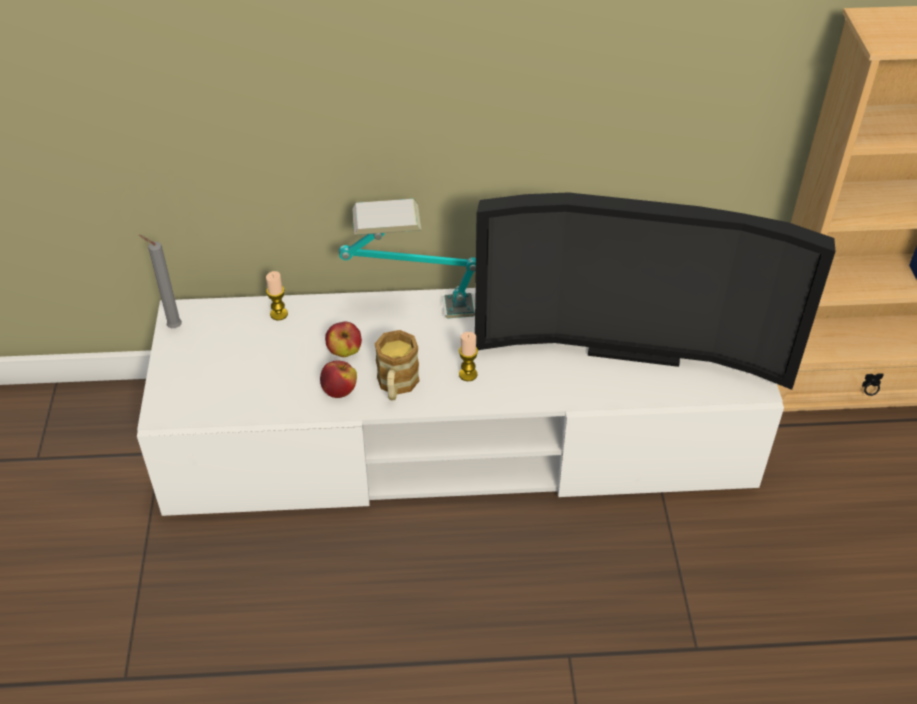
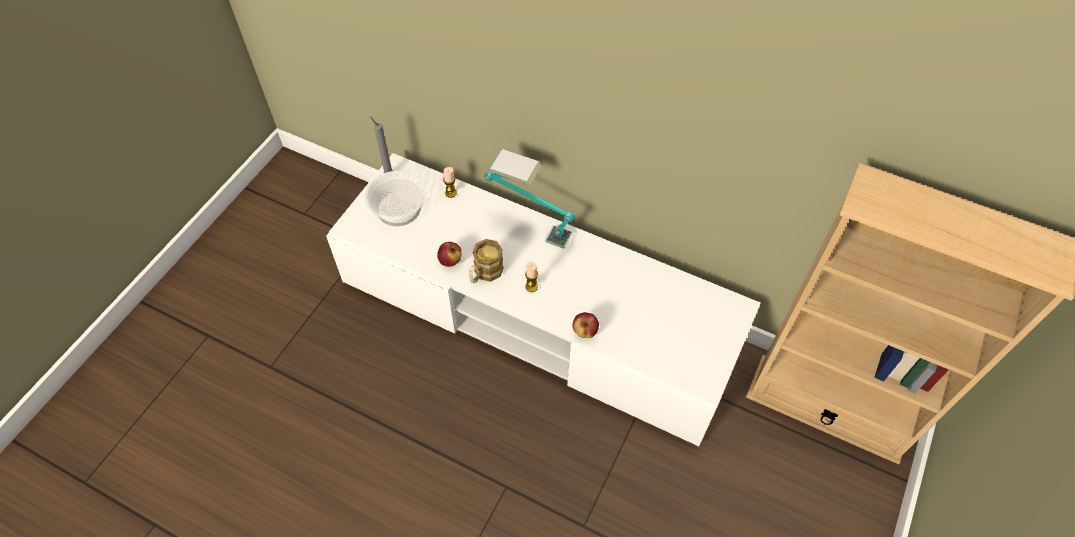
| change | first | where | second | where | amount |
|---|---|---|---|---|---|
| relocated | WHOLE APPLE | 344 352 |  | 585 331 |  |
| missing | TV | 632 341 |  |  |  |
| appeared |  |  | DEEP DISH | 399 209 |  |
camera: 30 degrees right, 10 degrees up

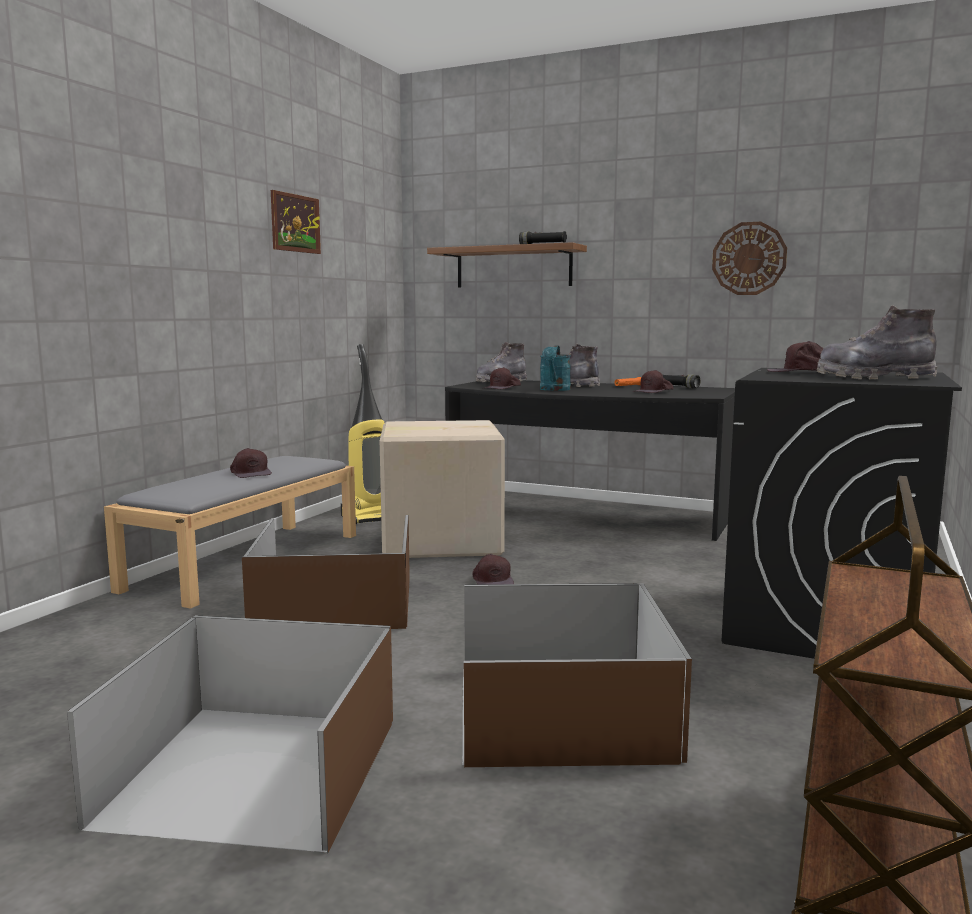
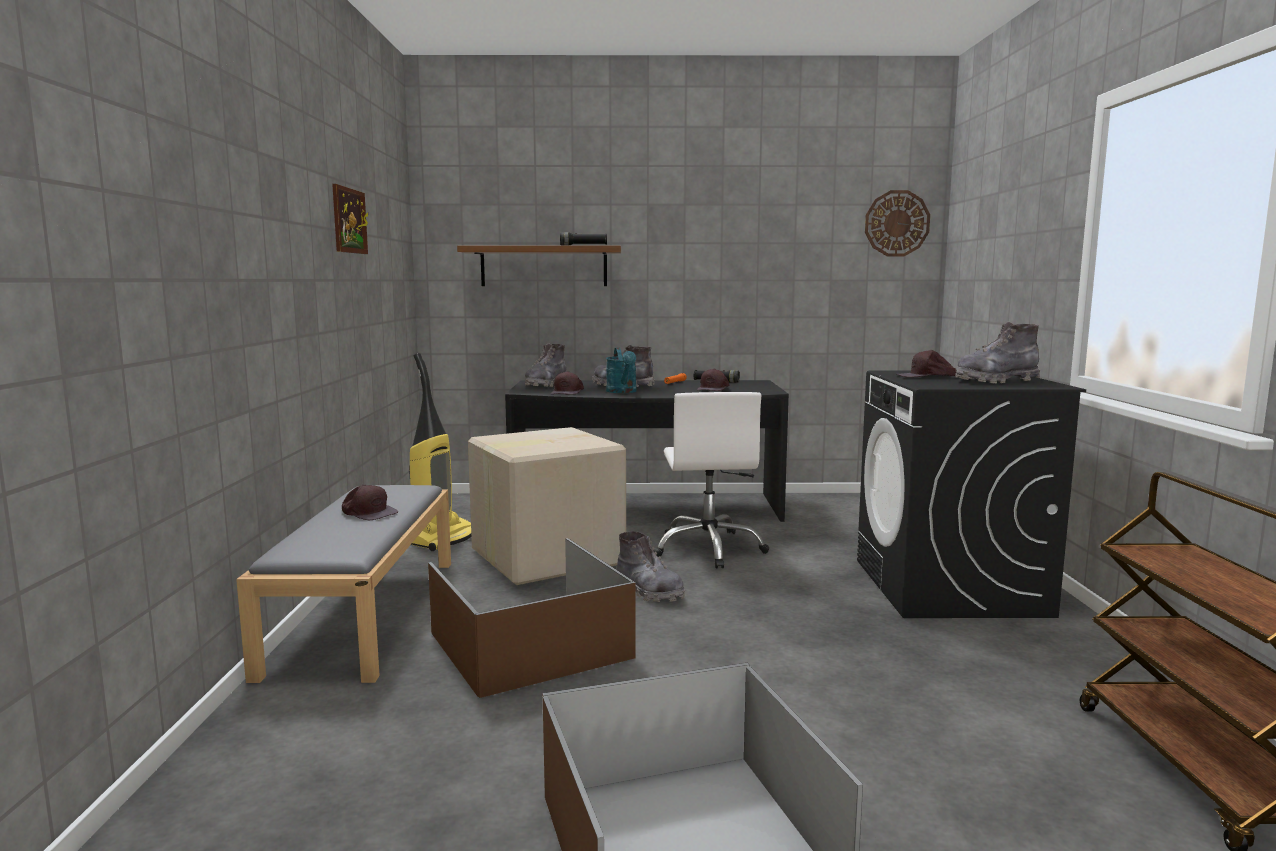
| change | first | where | second | where | amount |
|---|---|---|---|---|---|
| missing | BROWNISH STORAGE BIN | 561 709 |  |  |  |
| exchanged | BROWNISH PEAKED CAP | 493 580 | GREY TALL BOOT | 649 591 |  |
| relocated | CLOCK ON THE WALL | 749 258 |  | 897 223 |  |
| appeared |  |  | WHITE-COLOURED COMPUTER CHAIR | 709 548 |  |
camera: 25 degrees left, 0 degrees up

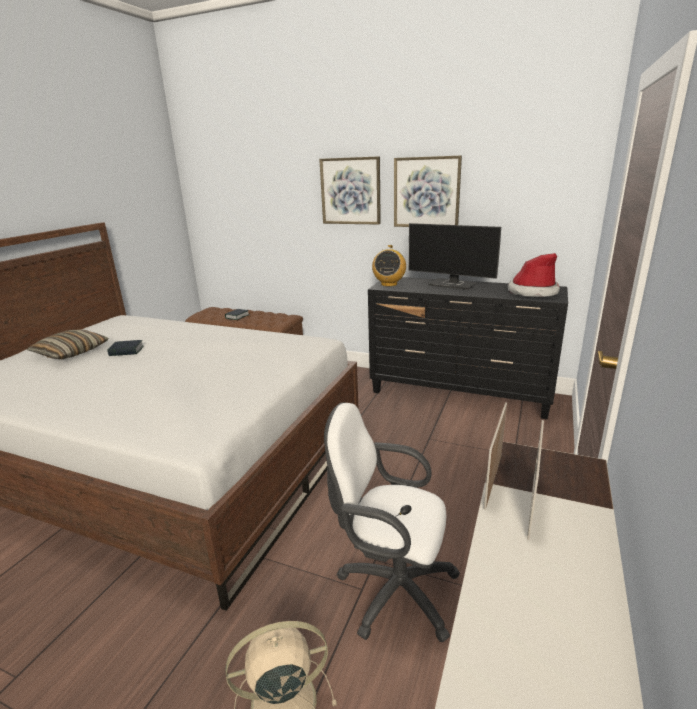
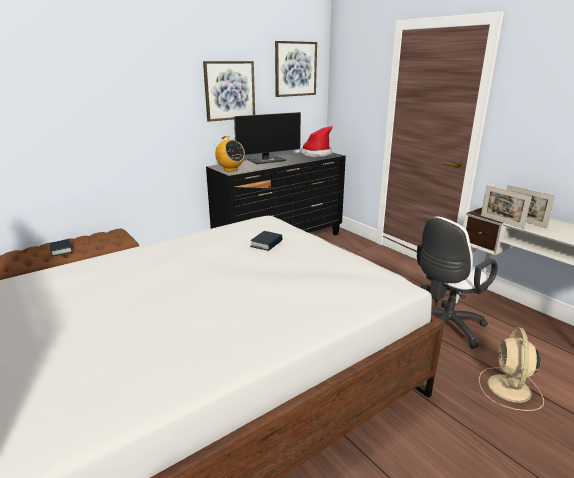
| change | first | where | second | where | amount |
|---|---|---|---|---|---|
| missing | PILLOW | 71 352 |  |  |  |
| relocated | BOOK | 126 351 |  | 266 244 |  |
| relocated | WALL ART | 350 191 |  | 295 69 |  |
camera: 60 degrees left, 0 degrees up

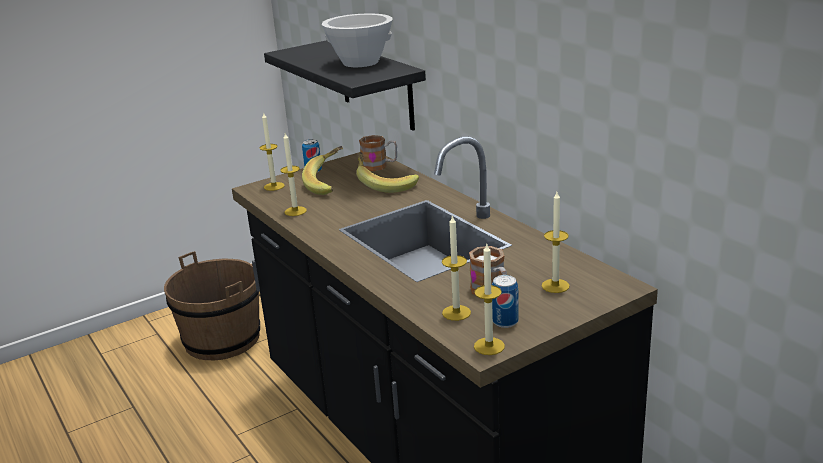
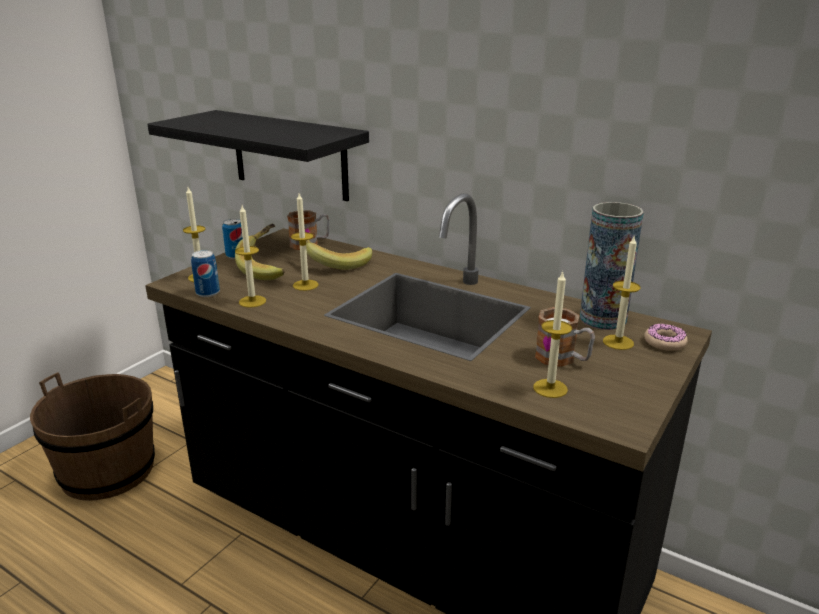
| change | first | where | second | where | amount |
|---|---|---|---|---|---|
| missing | WHITE-COLOURED DEEP DISH | 361 63 |  |  |  |
| relocated | WAX LIGHT | 489 346 |  | 305 285 |  |
| relocated | CAN | 505 321 |  | 208 293 |  |
| appeared |  |  | VASE | 603 319 |  |
| appeared |  |  | RING DOUGHNUT | 664 342 |  |
camera: 25 degrees left, 0 degrees up

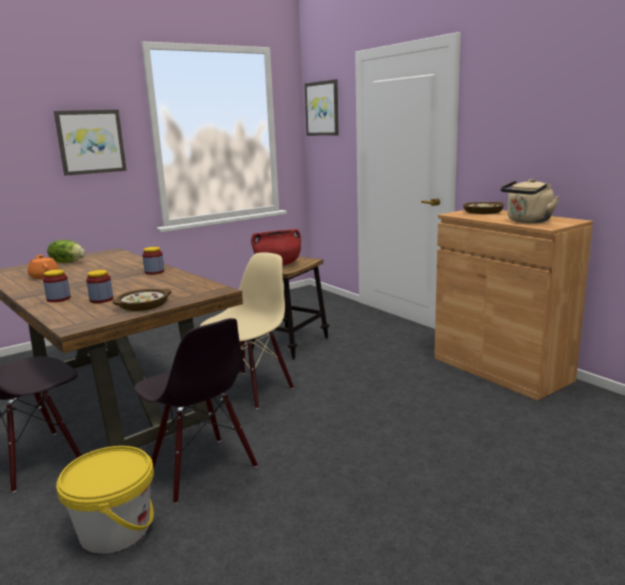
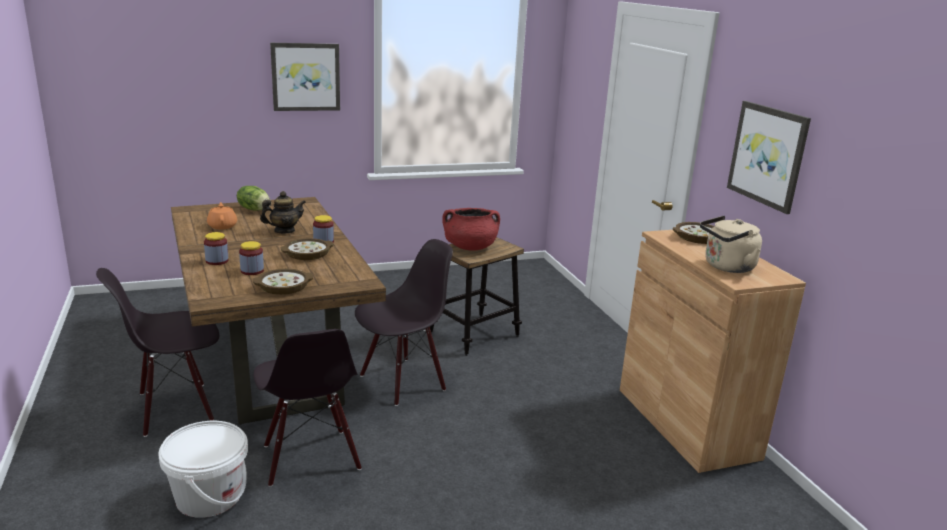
| change | first | where | second | where | amount |
|---|---|---|---|---|---|
| colour | YELLOW PAIL | 115 529 | WHITE-COLOURED PAIL | 209 496 |  |
| colour | BEIGE UPRIGHT CHAIR | 251 390 | BLACK UPRIGHT CHAIR | 402 381 |  |
| relocated | WALL ART | 322 108 |  | 768 155 |  |
| appeared |  |  | POT FOR TEA | 284 231 |  |
| appeared |  |  | DEEP DISH | 307 254 |  |
camera: 15 degrees right, 5 degrees up

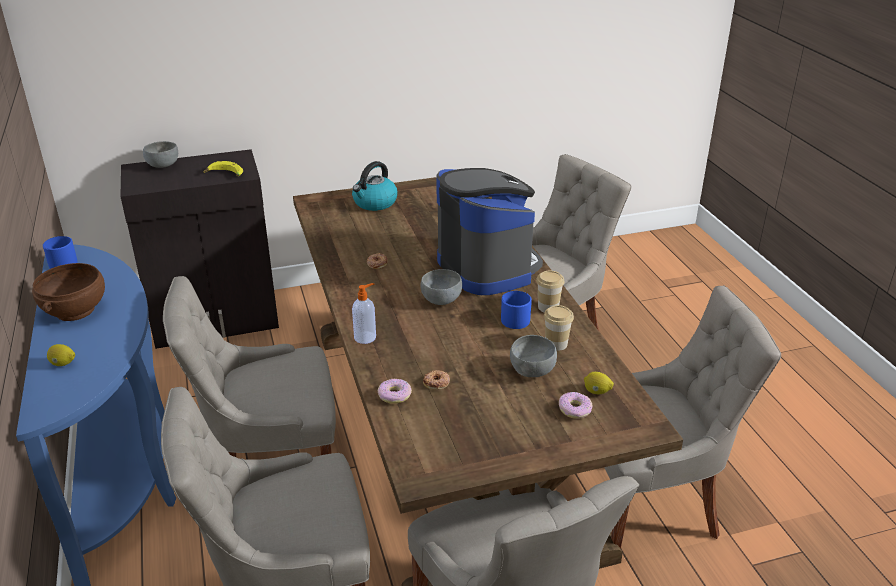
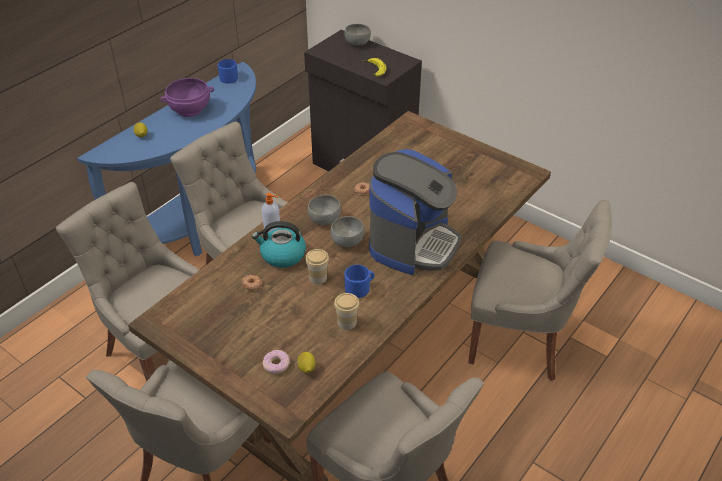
| change | first | where | second | where | amount |
|---|---|---|---|---|---|
| colour | BROWNISH DEEP DISH | 76 310 | PURPLE DEEP DISH | 190 110 |  |
| relocated | TEA KETTLE | 374 203 |  | 282 255 |  |
| missing | RING DOUGHNUT | 394 395 |  |  |  |
| relocated | GREY DEEP DISH | 532 371 |  | 324 220 |  |
| relocated | CUP | 548 307 |  | 318 277 |  |
camera: 55 degrees right, 10 degrees up

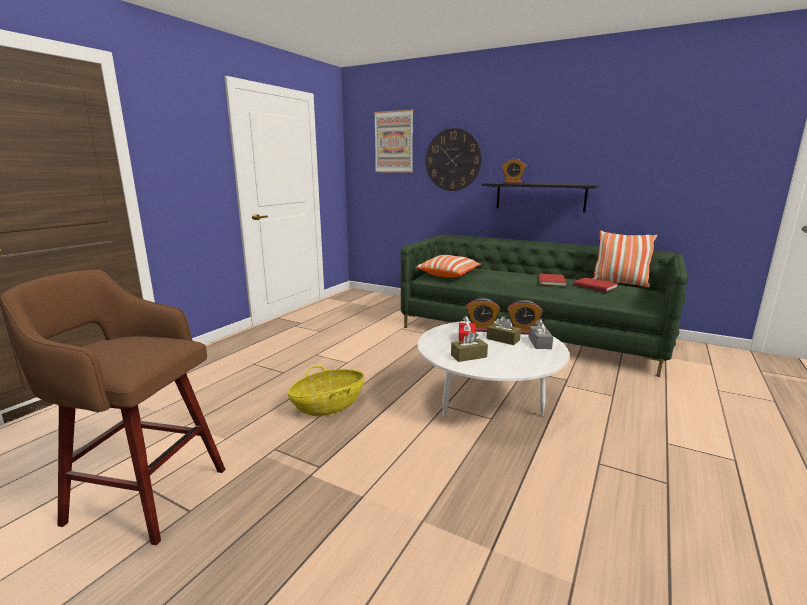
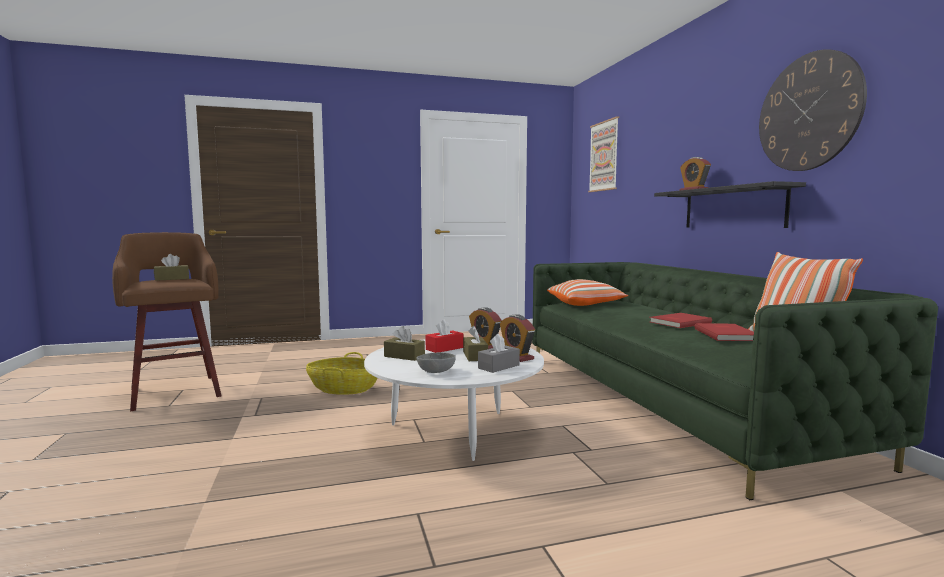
| change | first | where | second | where | amount |
|---|---|---|---|---|---|
| relocated | CLOCK ON THE WALL | 453 160 |  | 808 112 |  |
| appeared |  |  | BROWNISH TISSUE BOX | 172 279 |  |
| appeared |  |  | GREY DEEP DISH | 435 371 |  |
camera: 45 degrees right, 10 degrees down

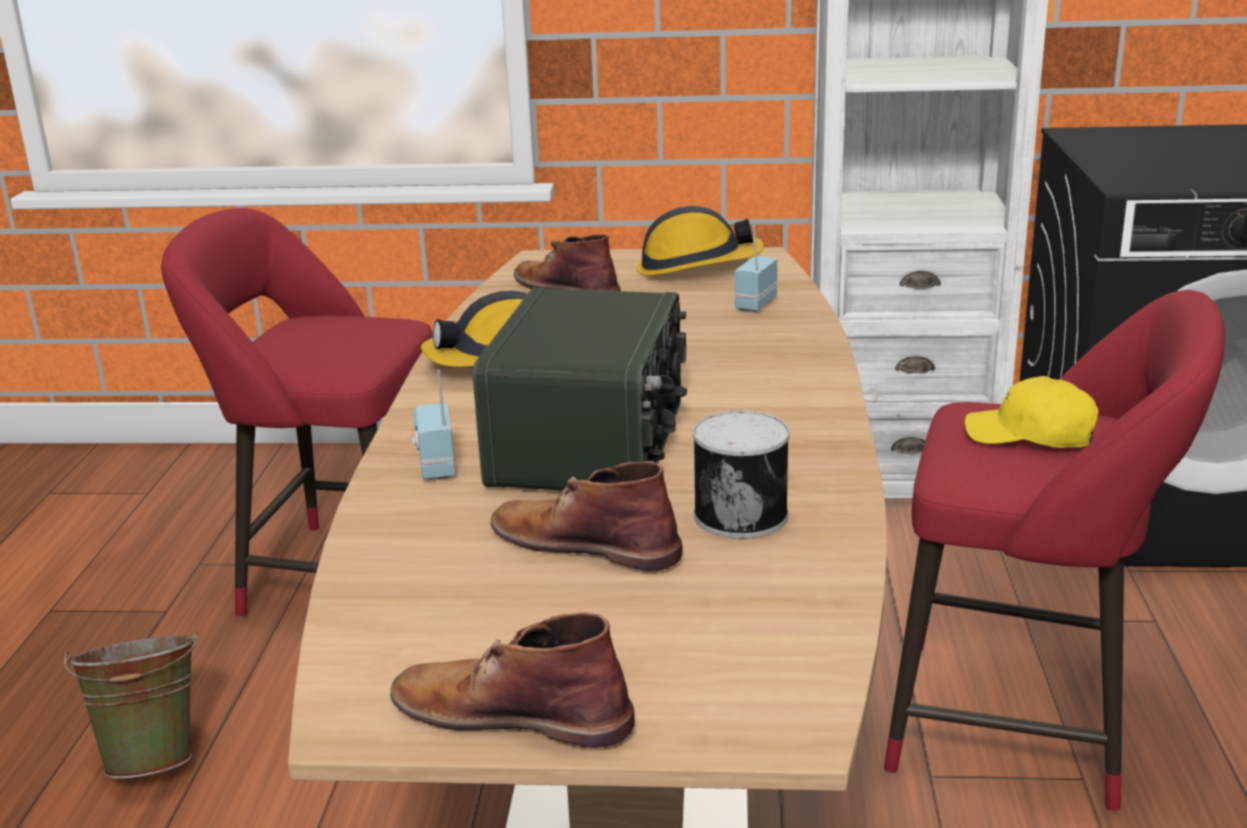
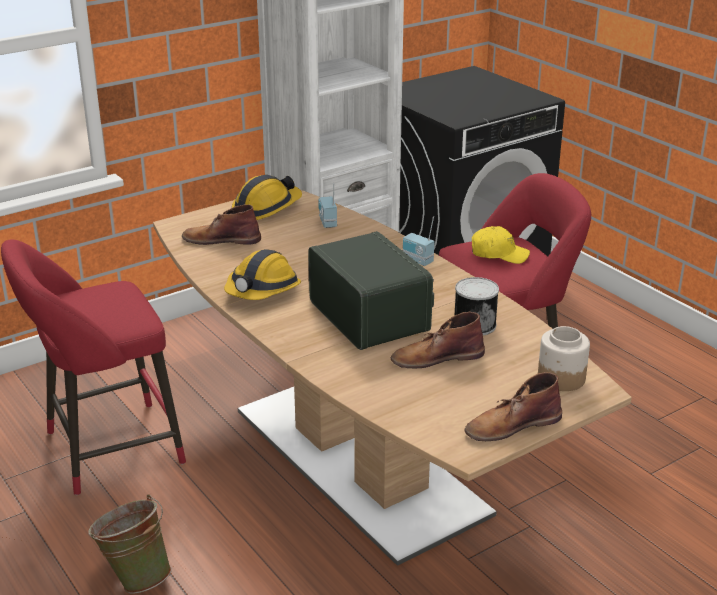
| change | first | where | second | where | amount |
|---|---|---|---|---|---|
| relocated | RADIO SET | 435 466 |  | 417 261 |  |
| spun | YELLOW PEAKED CAP | 1030 435 |  | 499 254 | 150 degrees counterclockwise |
| appeared |  |  | JAR | 560 378 |  |
camera: 40 degrees left, 5 degrees up

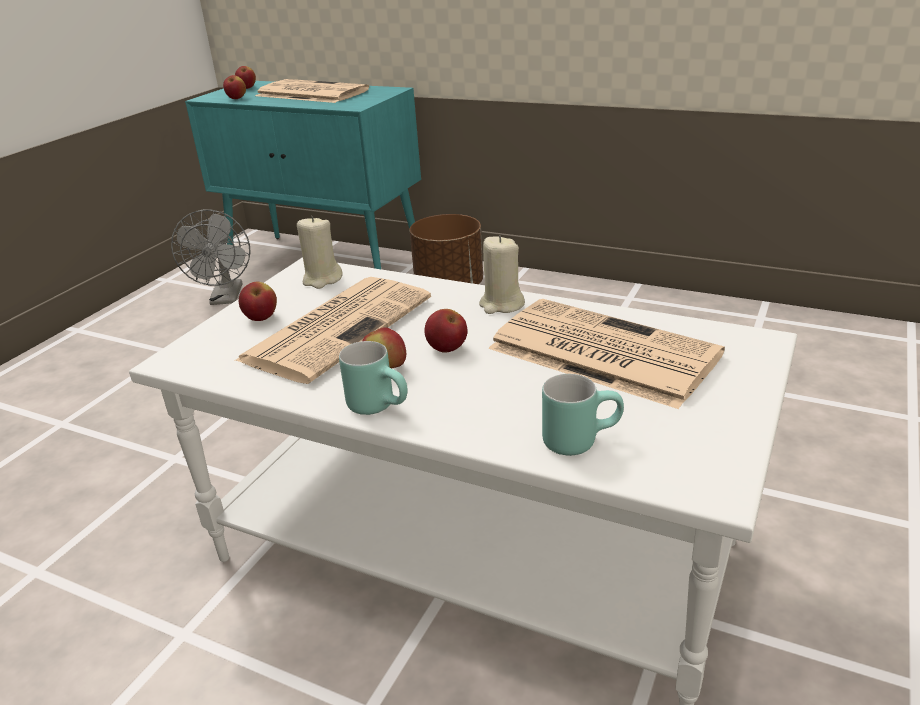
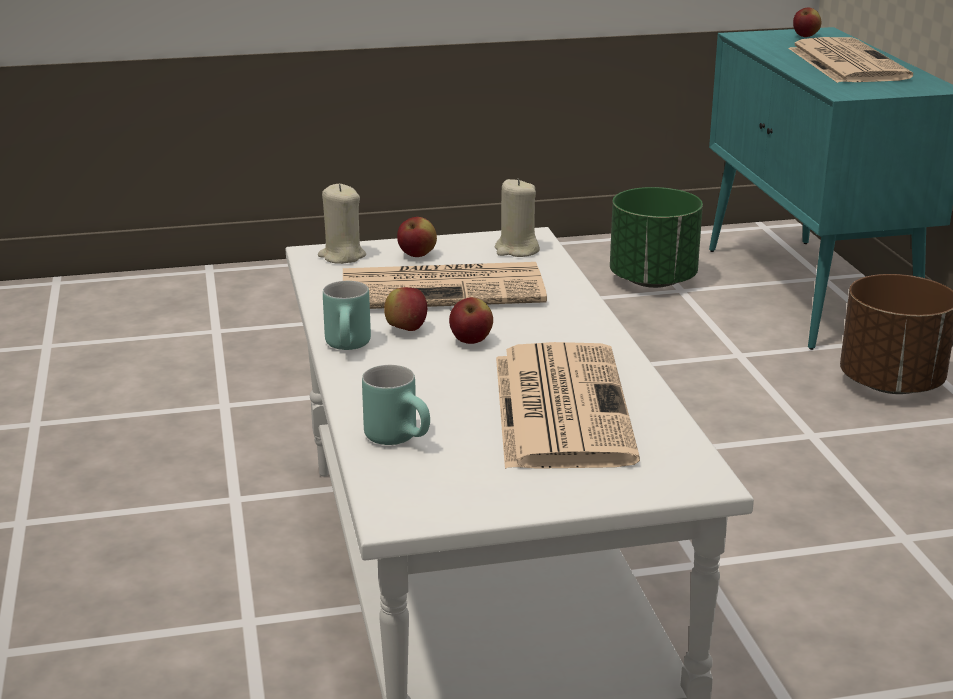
| change | first | where | second | where | amount |
|---|---|---|---|---|---|
| exchanged | GREY FAN | 226 298 | GREEN FLOWER POT | 653 280 |  |
| missing | WHOLE APPLE | 237 99 |  |  |  |
| relocated | BEIGE WAX LIGHT | 501 305 |  | 342 256 |  |
camera: 50 degrees right, 5 degrees down

